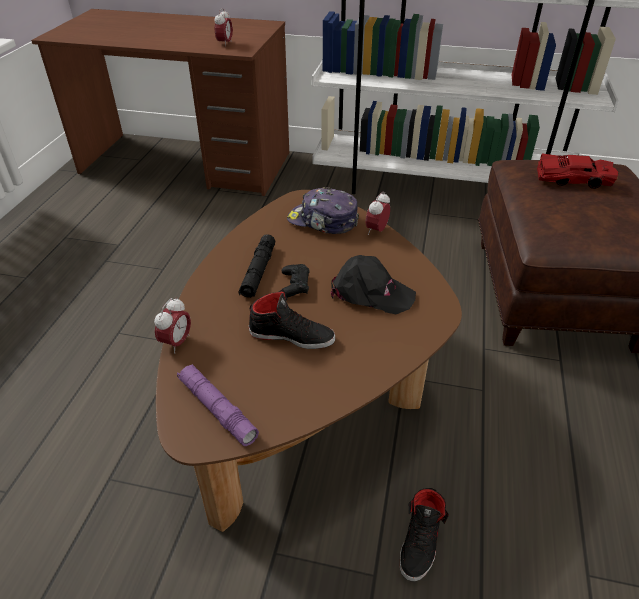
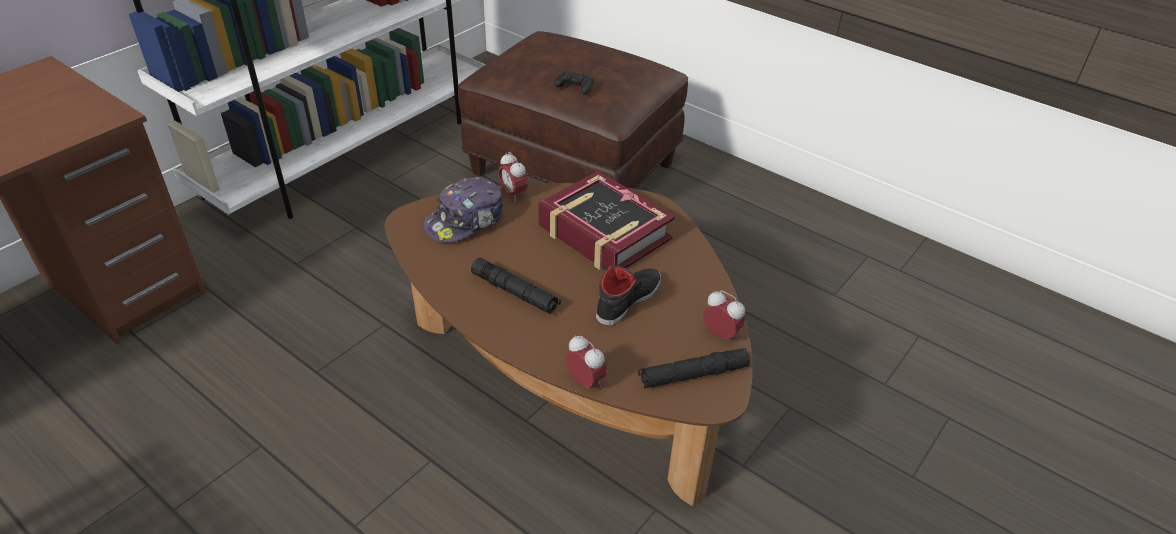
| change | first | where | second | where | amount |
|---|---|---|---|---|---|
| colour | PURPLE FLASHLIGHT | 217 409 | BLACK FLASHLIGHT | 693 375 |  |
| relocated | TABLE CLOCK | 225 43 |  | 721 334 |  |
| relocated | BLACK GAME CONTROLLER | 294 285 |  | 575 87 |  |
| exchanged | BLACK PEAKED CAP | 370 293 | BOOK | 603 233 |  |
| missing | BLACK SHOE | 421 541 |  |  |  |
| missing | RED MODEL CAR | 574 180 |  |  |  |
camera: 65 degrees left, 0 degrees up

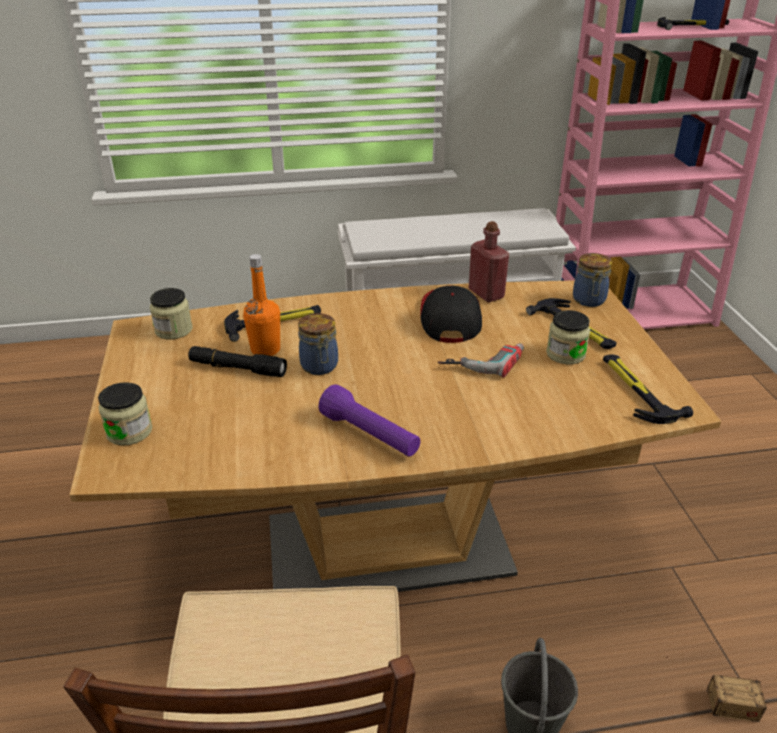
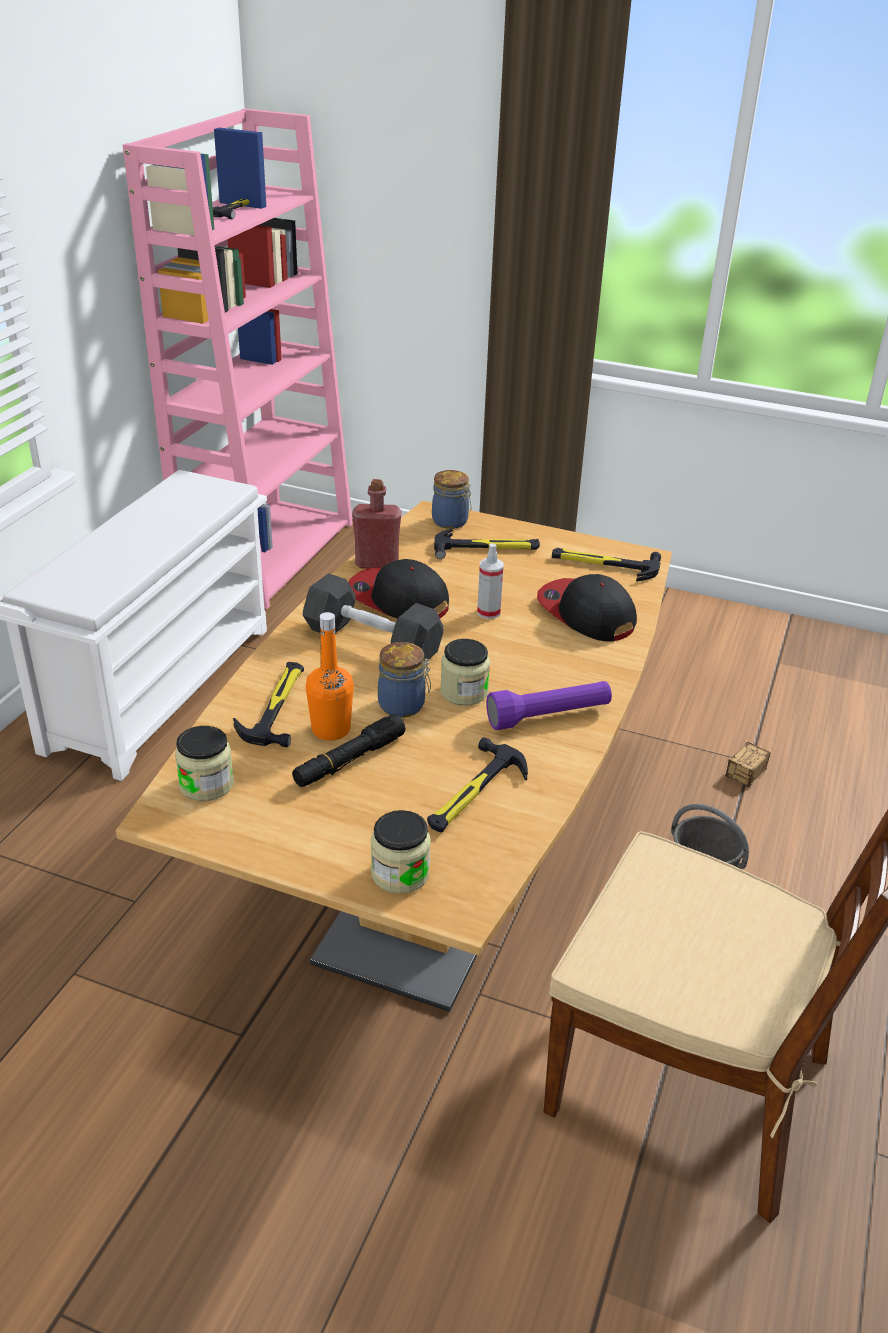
| change | first | where | second | where | amount |
|---|---|---|---|---|---|
| exchanged | ELECTRIC DRILL | 482 360 | HAND SPRAYER | 488 612 |  |
| relocated | JAR | 565 354 |  | 464 692 |  |
| appeared |  |  | GREY DUMBBELL | 372 642 |  |
| appeared |  |  | HAMMER | 474 792 |  |
| appeared |  |  | PEAKED CAP | 585 613 |  |
camera: 60 degrees left, 0 degrees up

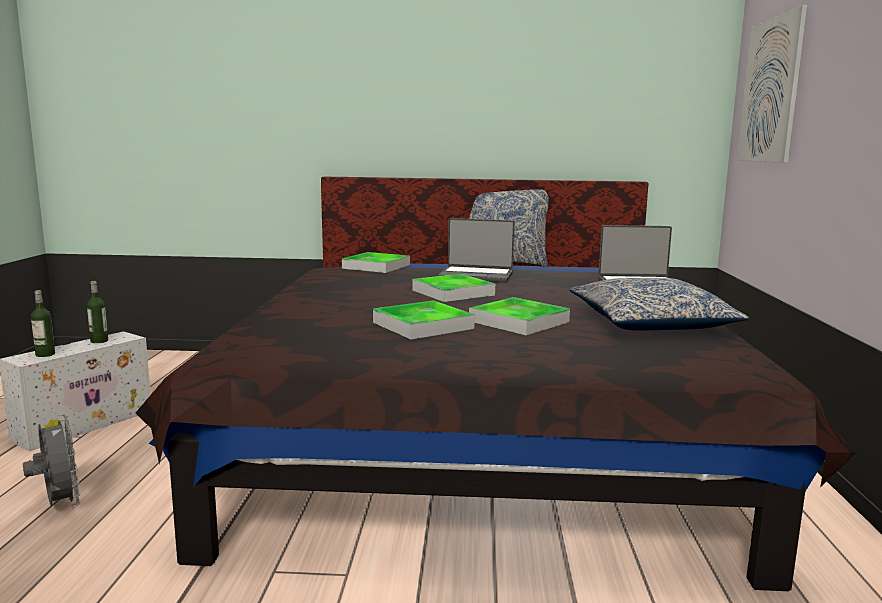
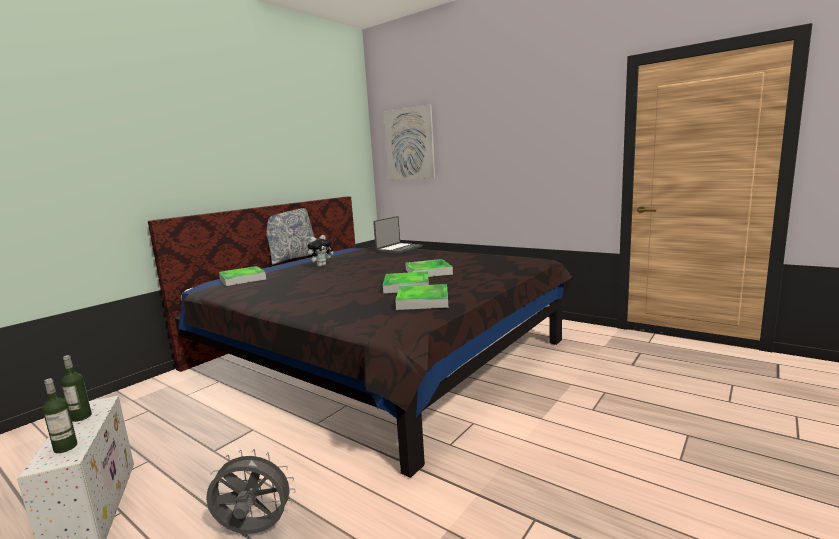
| change | first | where | second | where | amount |
|---|---|---|---|---|---|
| relocated | CARRYING TRAY | 453 292 |  | 422 301 |  |
| exchanged | LAPTOP | 476 276 | PLUSH TOY | 321 266 |  |
| missing | PILLOW | 651 323 |  |  |  |
camera: 55 degrees left, 0 degrees up

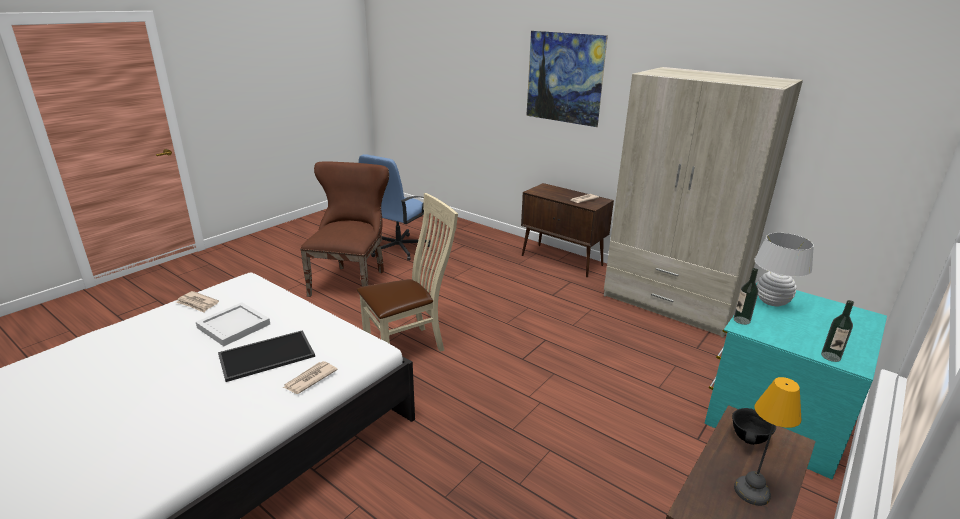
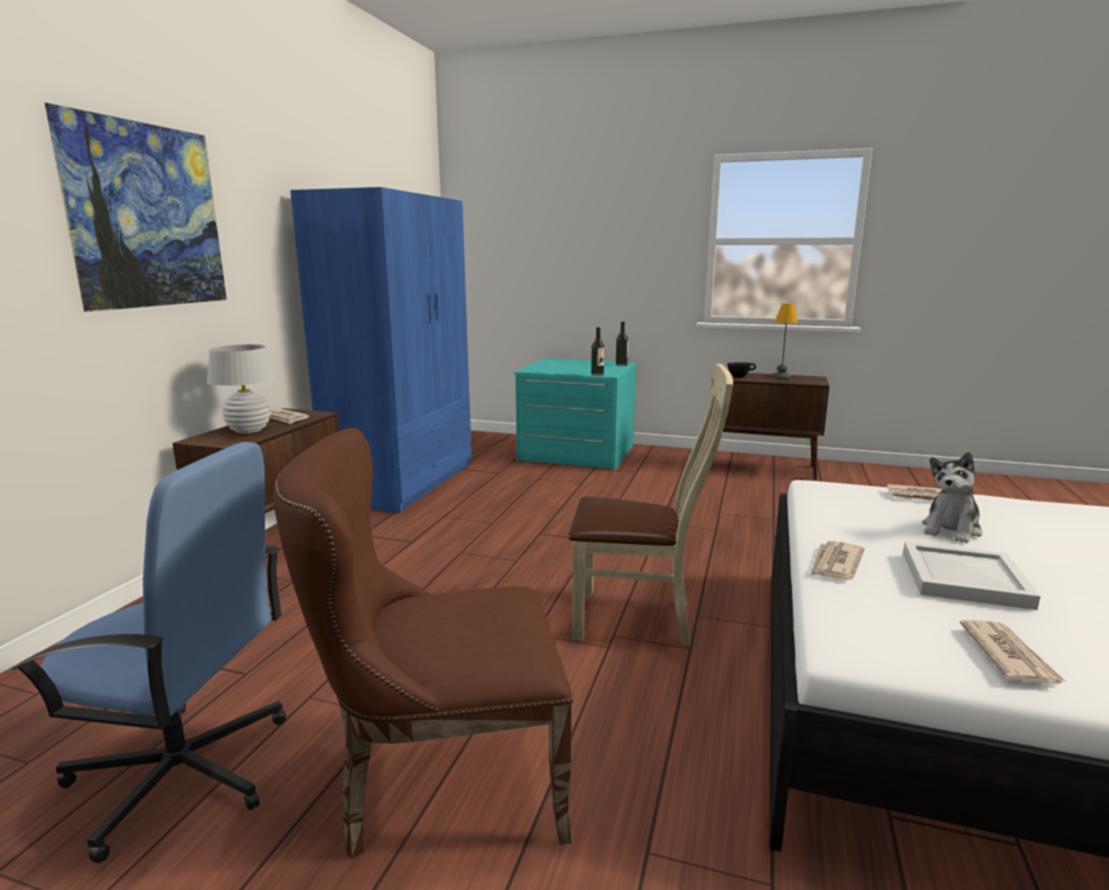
| change | first | where | second | where | amount |
|---|---|---|---|---|---|
| exchanged | CARRYING TRAY | 266 356 | PLUSH TOY | 951 530 |  |
| spun | BEIGE UPRIGHT CHAIR | 409 346 |  | 641 618 | 150 degrees clockwise |
| colour | BEIGE CLOTHES CUPBOARD | 672 303 | BLUE-COLOURED CLOTHES CUPBOARD | 404 482 |  |
| relocated | WHITE-COLOURED TABLE LAMP | 771 302 |  | 249 431 |  |
| appeared |  |  | DAILY PAPER | 835 564 |  |
camera: 110 degrees left, 10 degrees down

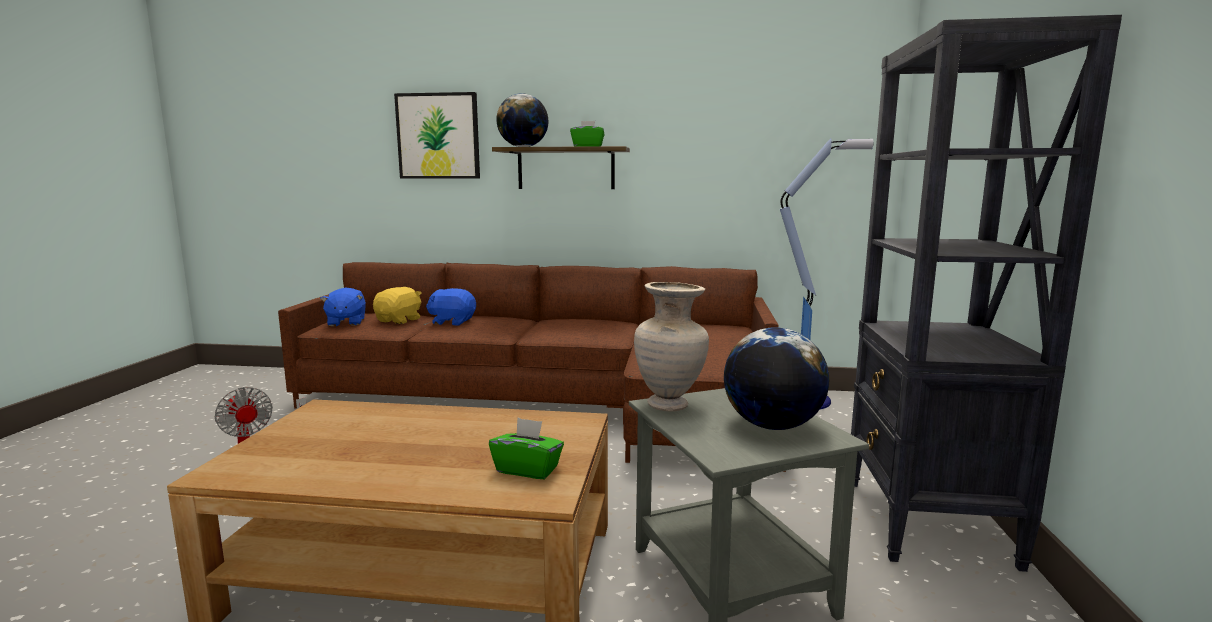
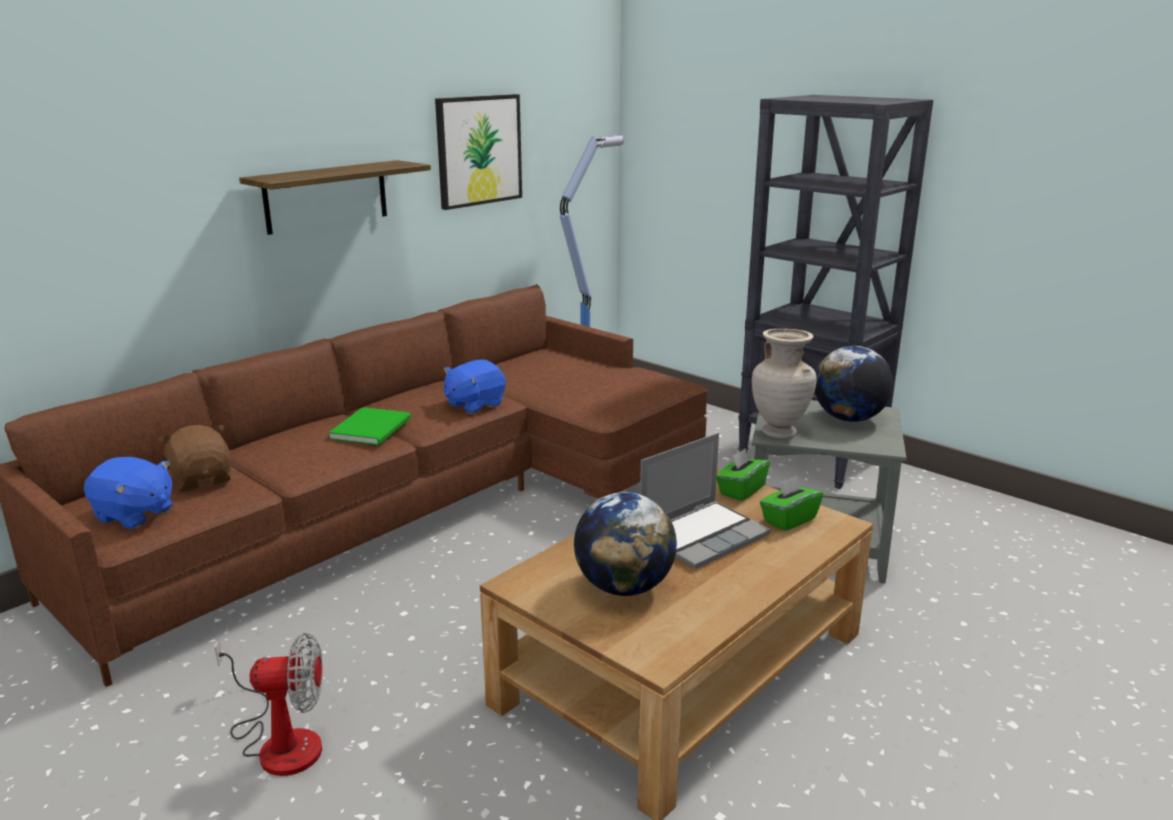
| change | first | where | second | where | amount |
|---|---|---|---|---|---|
| colour | YELLOW PLUSH TOY | 399 320 | BROWNISH PLUSH TOY | 203 479 |  |
| relocated | WALL ART | 438 136 |  | 478 150 |  |
| relocated | BLUE-COLOURED PLUSH TOY | 452 322 |  | 474 404 |  |
| relocated | GLOBE | 523 147 |  | 624 587 |  |
| relocated | GREEN TISSUE BOX | 587 147 |  | 741 490 |  |
| appeared |  |  | GREEN BOOK | 373 428 |  |
| appeared |  |  | LAPTOP | 703 535 |  |
camera: 55 degrees left, 10 degrees up

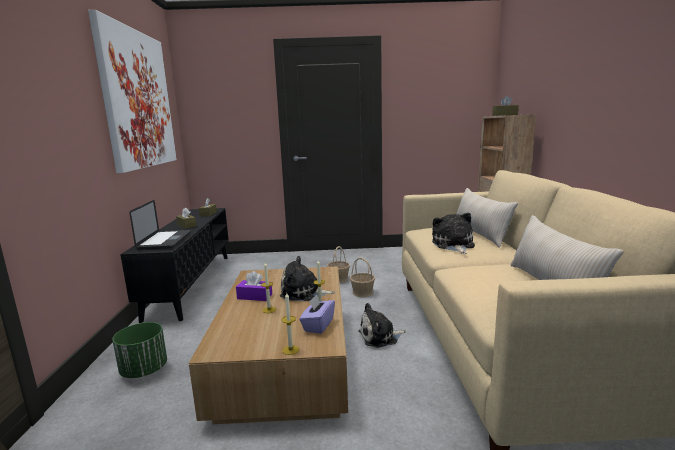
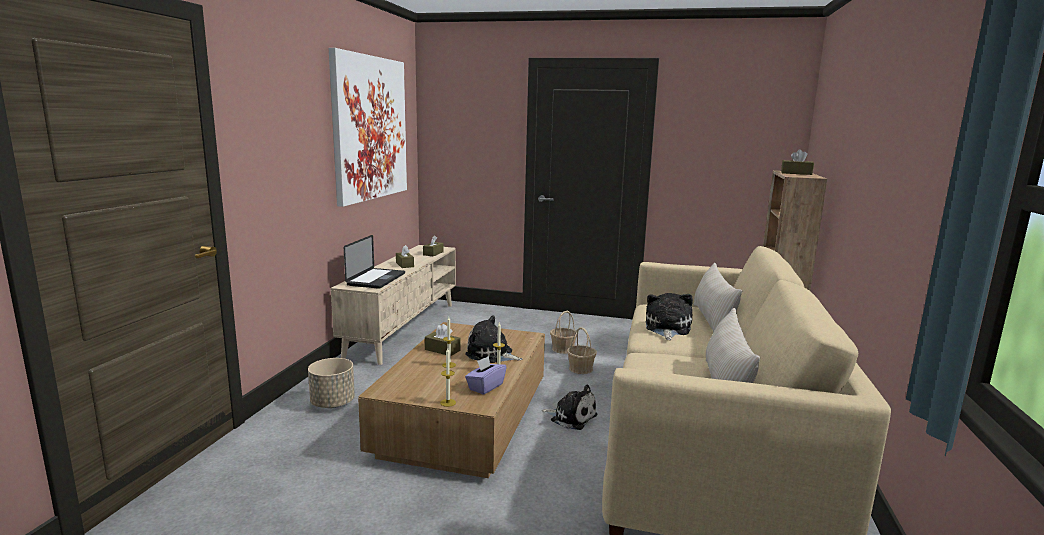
| change | first | where | second | where | amount |
|---|---|---|---|---|---|
| colour | GREEN FLOWER POT | 145 370 | BEIGE FLOWER POT | 333 403 |  |
| colour | BLACK MEDIA CONSOLE | 191 284 | BEIGE MEDIA CONSOLE | 403 328 |  |
| colour | PURPLE TISSUE BOX | 254 296 | BROWNISH TISSUE BOX | 442 350 |  |
| spun | PLUSH TOY | 380 337 |  | 571 417 | 150 degrees counterclockwise |
camera: 15 degrees right, 0 degrees up

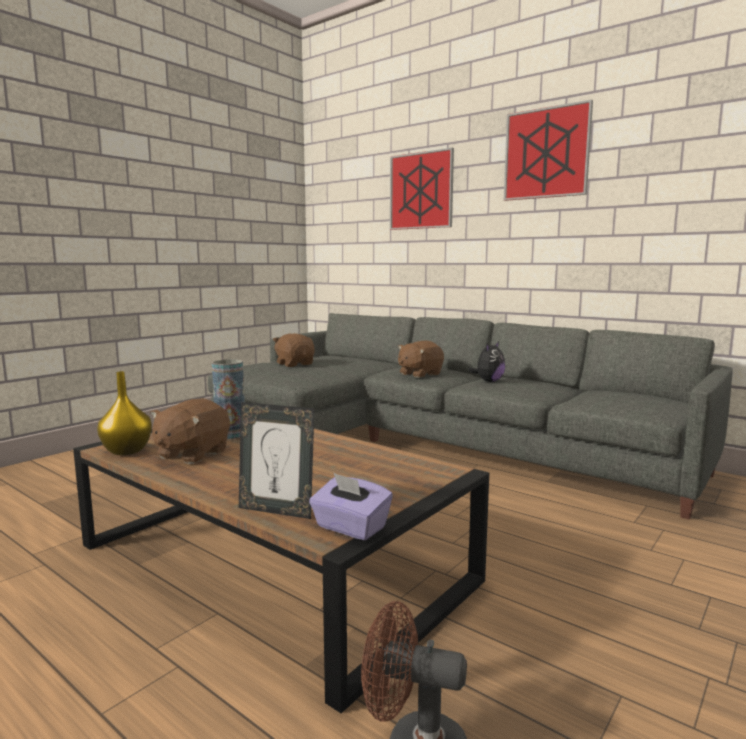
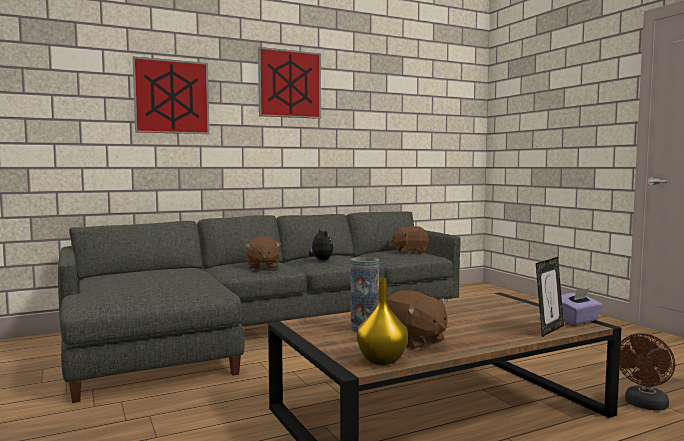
| change | first | where | second | where | amount |
|---|---|---|---|---|---|
| relocated | BROWNISH PLUSH TOY | 295 364 |  | 410 252 |  |
camera: 65 degrees left, 5 degrees down

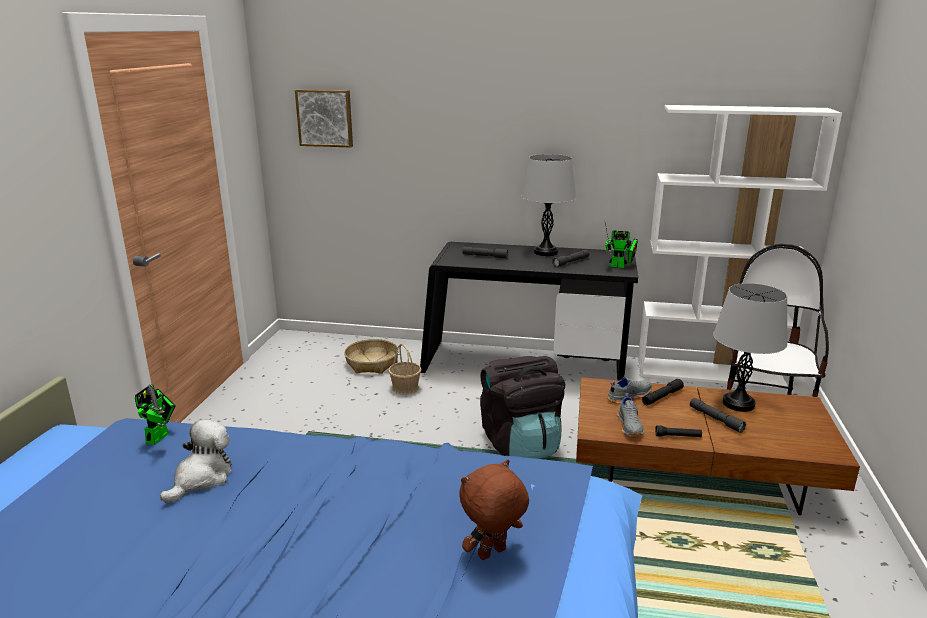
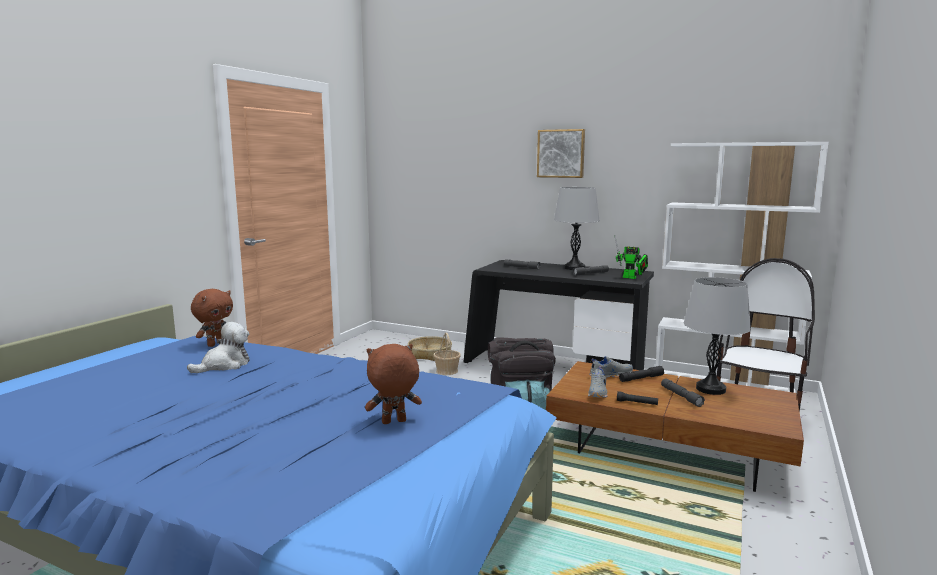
| change | first | where | second | where | amount |
|---|---|---|---|---|---|
| exchanged | ROBOT FIGURE | 160 436 | BROWNISH PLUSH TOY | 215 344 |  |
| relocated | WALL ART | 325 118 |  | 561 153 |  |
camera: 15 degrees right, 10 degrees down

